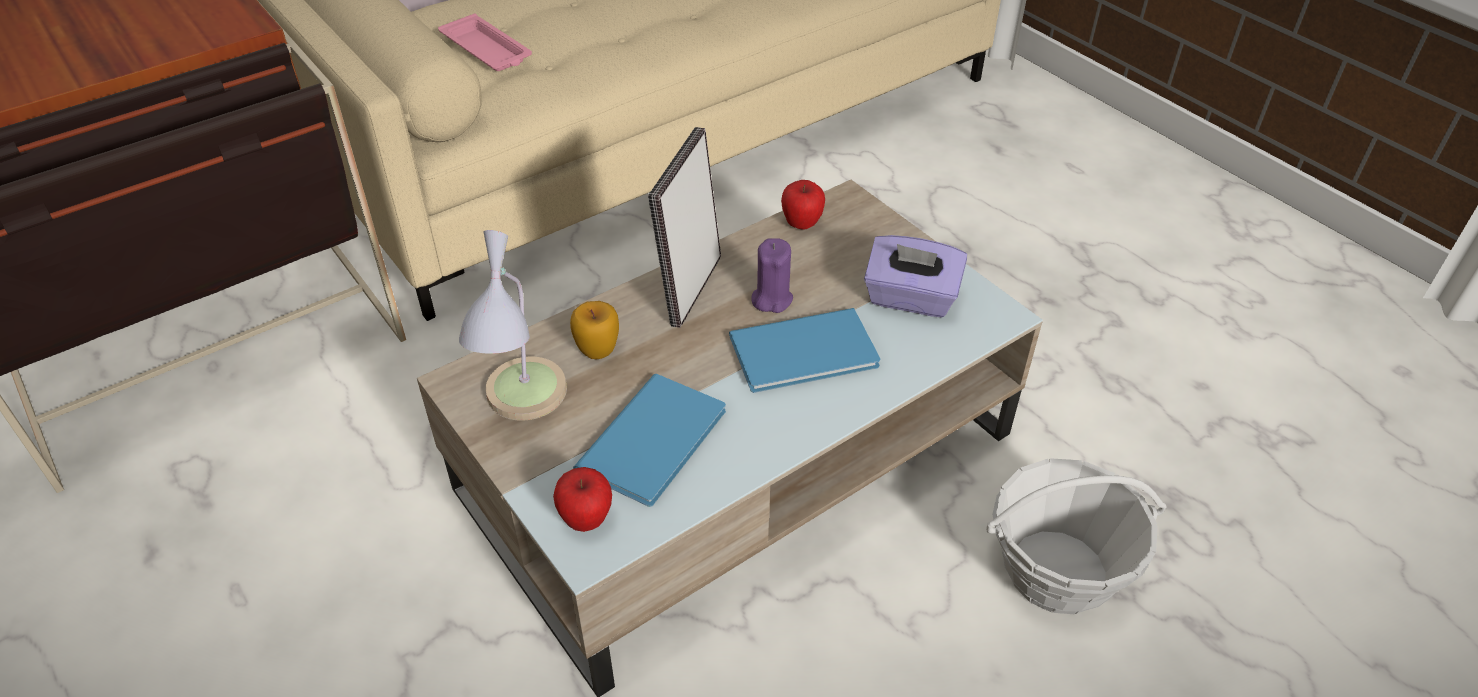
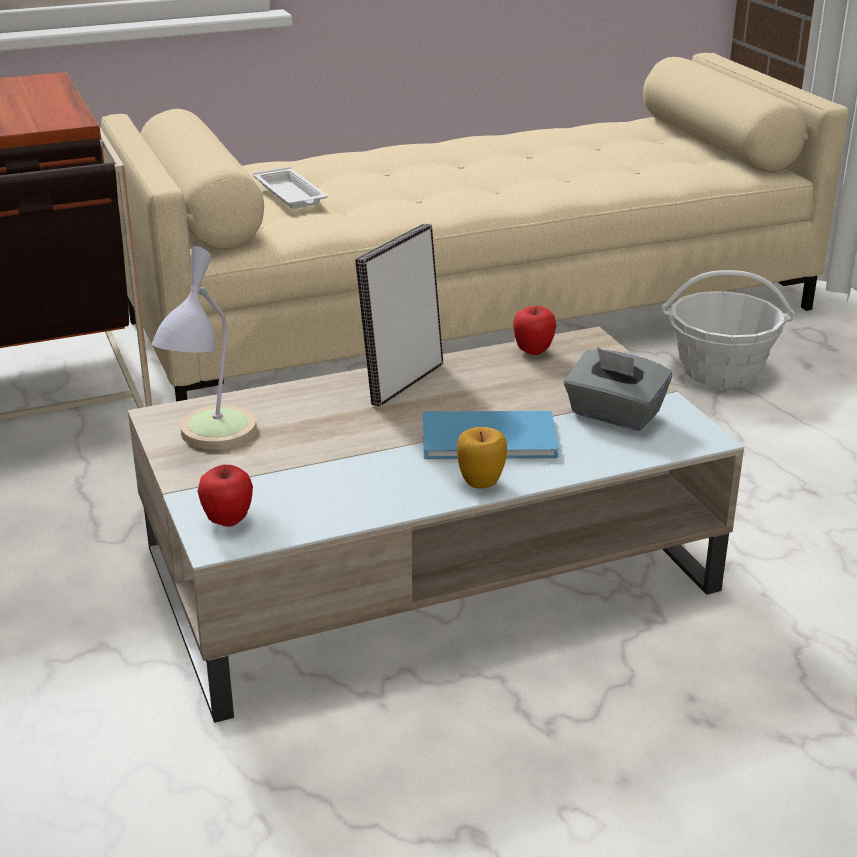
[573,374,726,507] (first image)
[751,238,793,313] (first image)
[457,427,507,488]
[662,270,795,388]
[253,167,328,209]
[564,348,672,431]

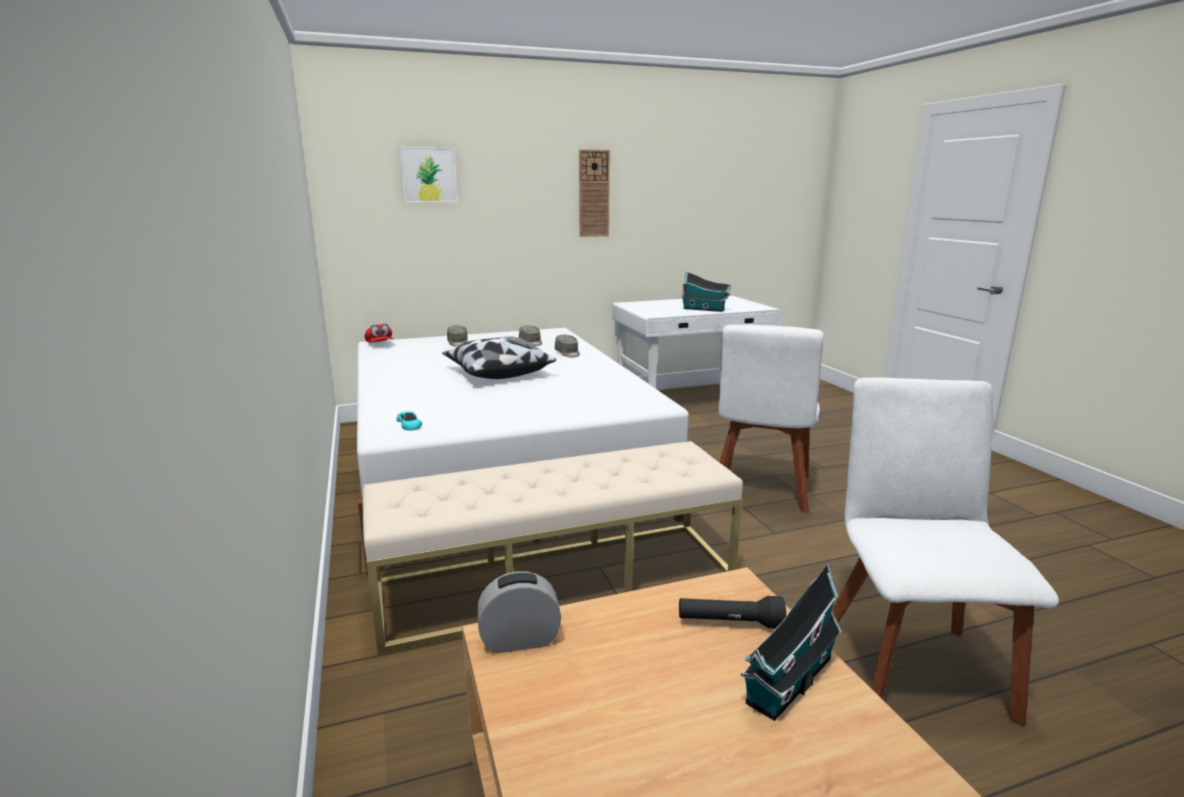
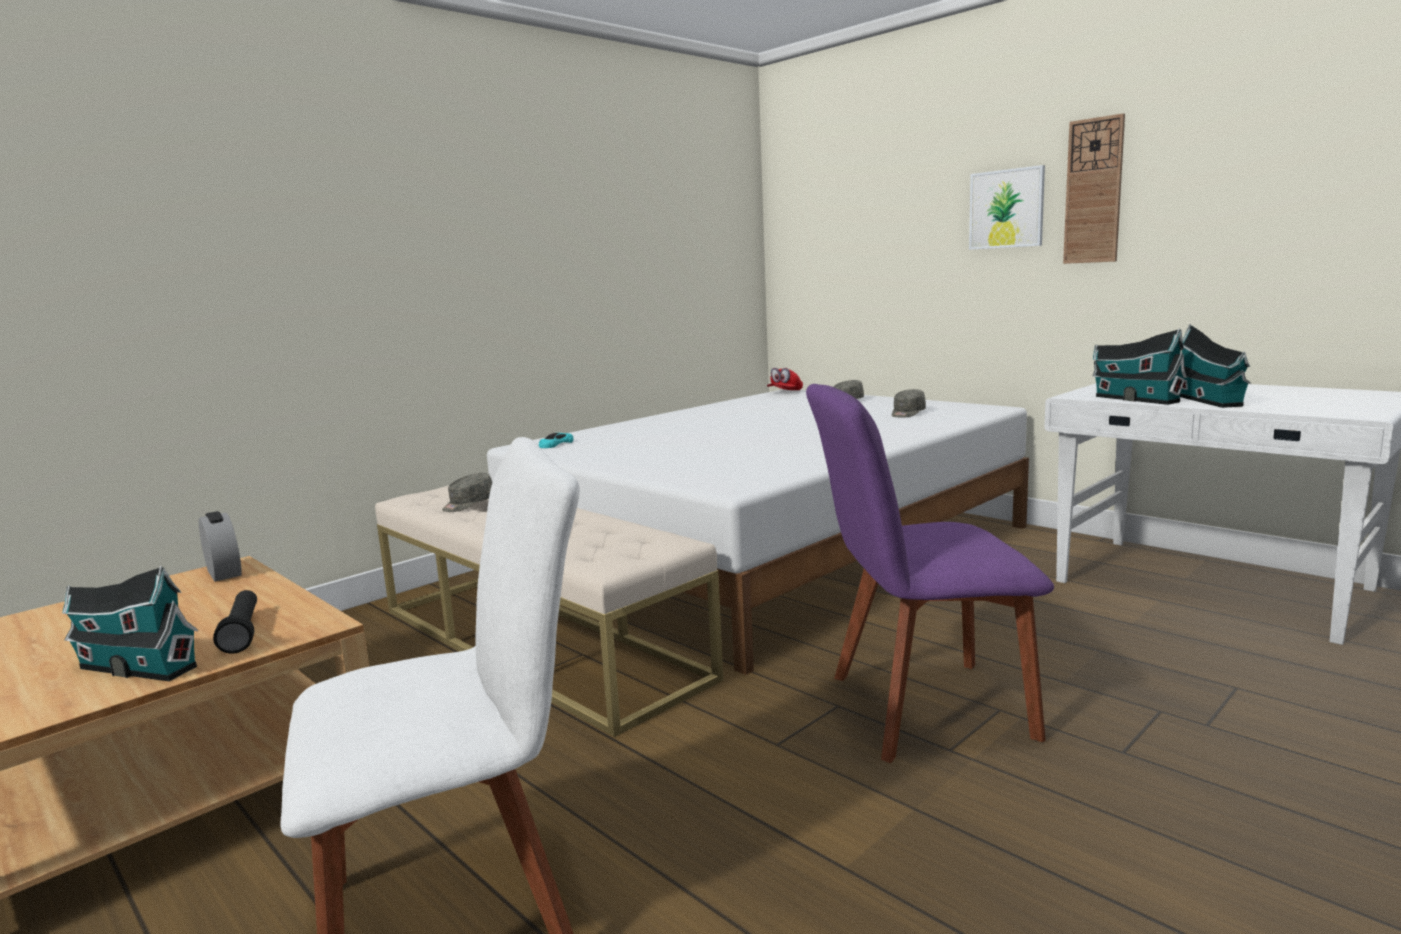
[442,336,556,379] (first image)
[1093,328,1187,405]
[969,165,1045,250]
[442,473,492,512]
[806,384,1054,763]

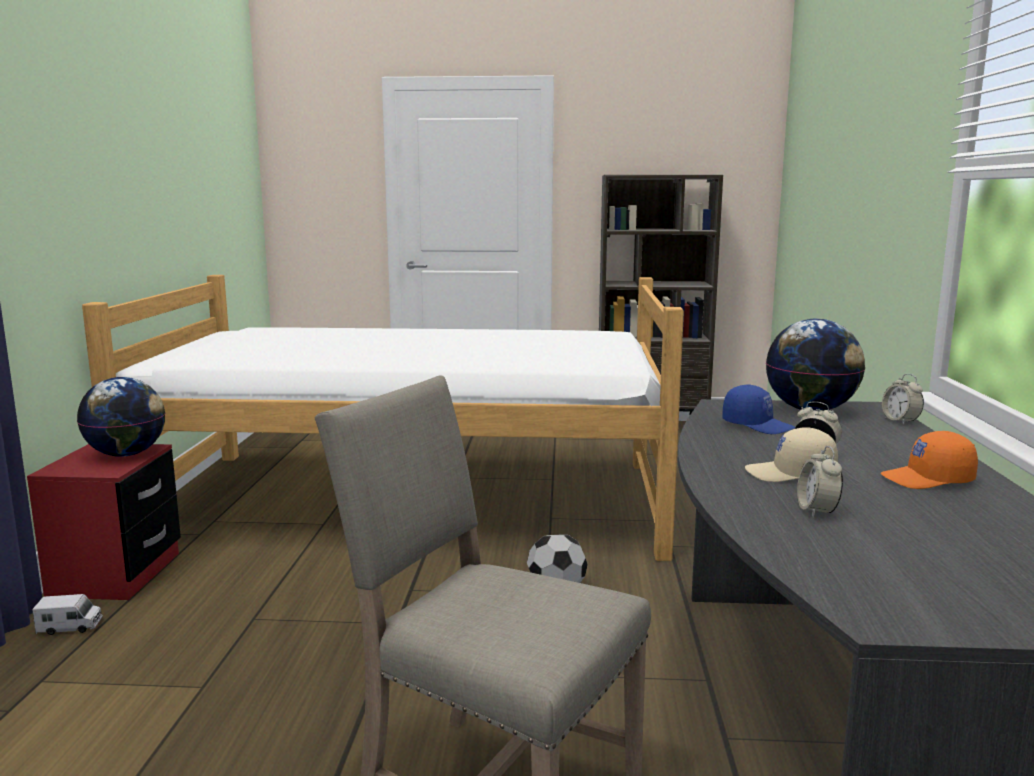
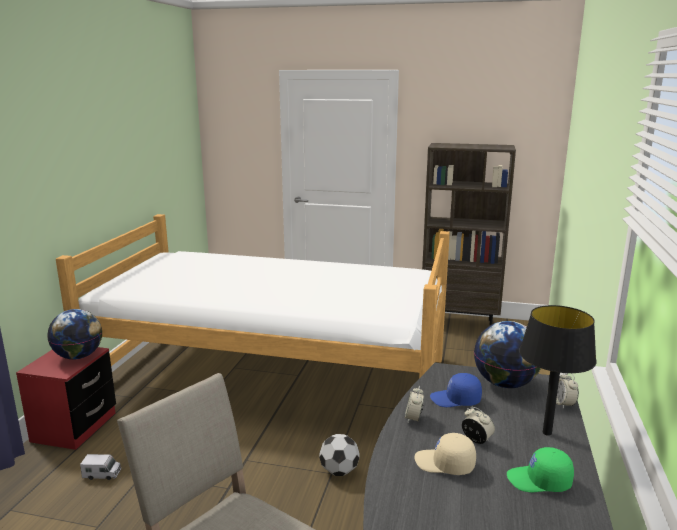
[519,305,597,436]
[80,454,121,480]
[405,385,424,423]
[507,447,574,492]
[430,373,482,407]

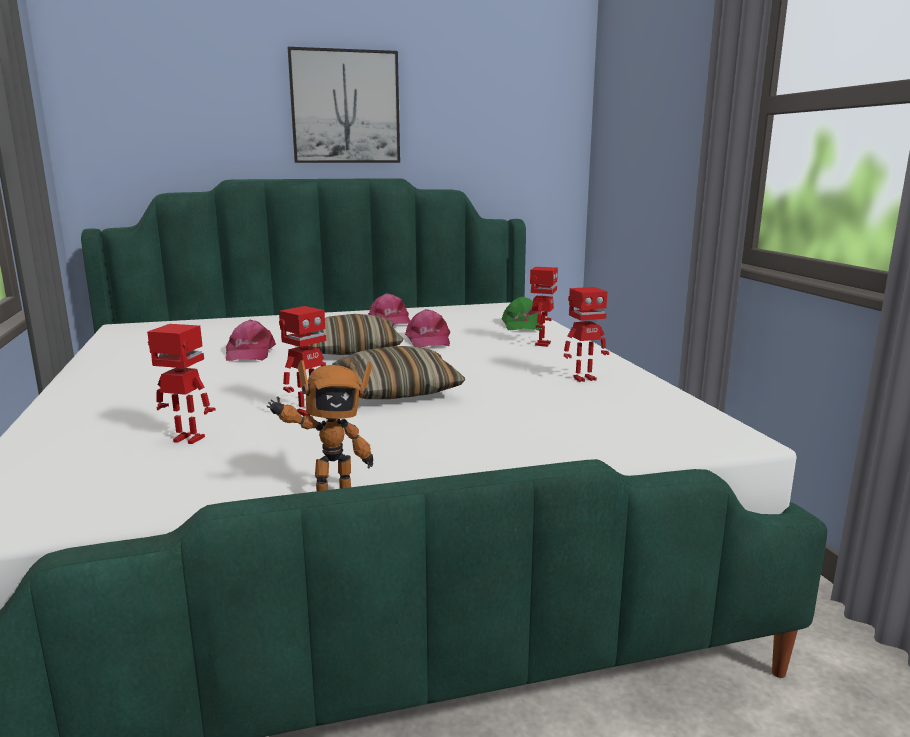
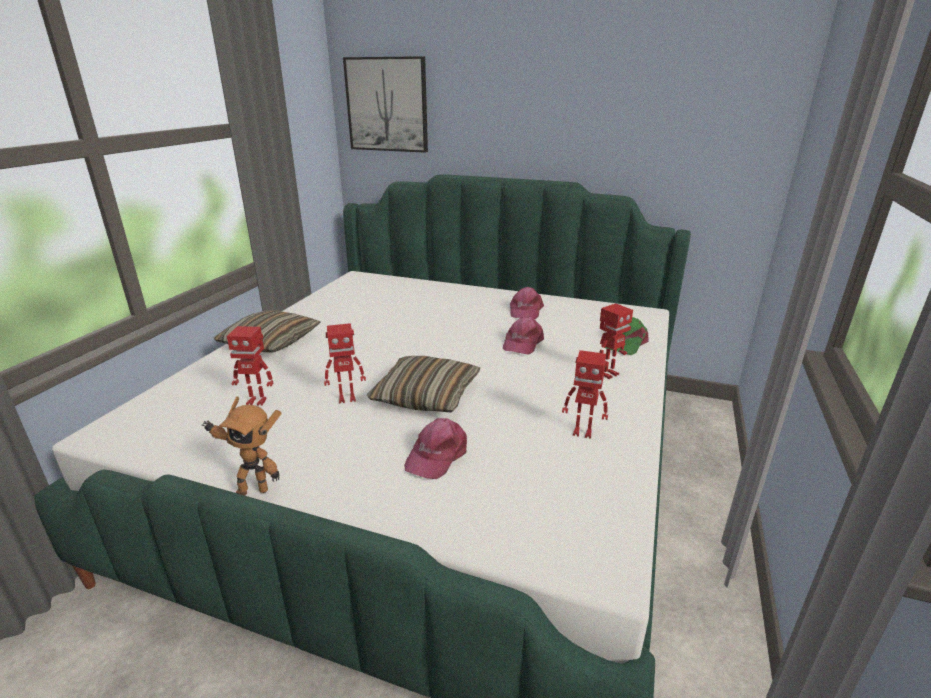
[404,418,467,479]
[343,56,428,153]
[213,310,321,352]
[227,326,274,406]

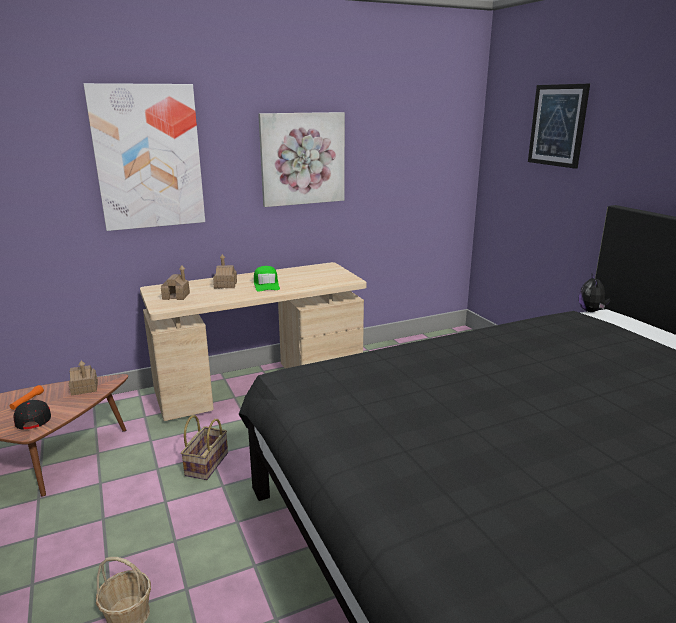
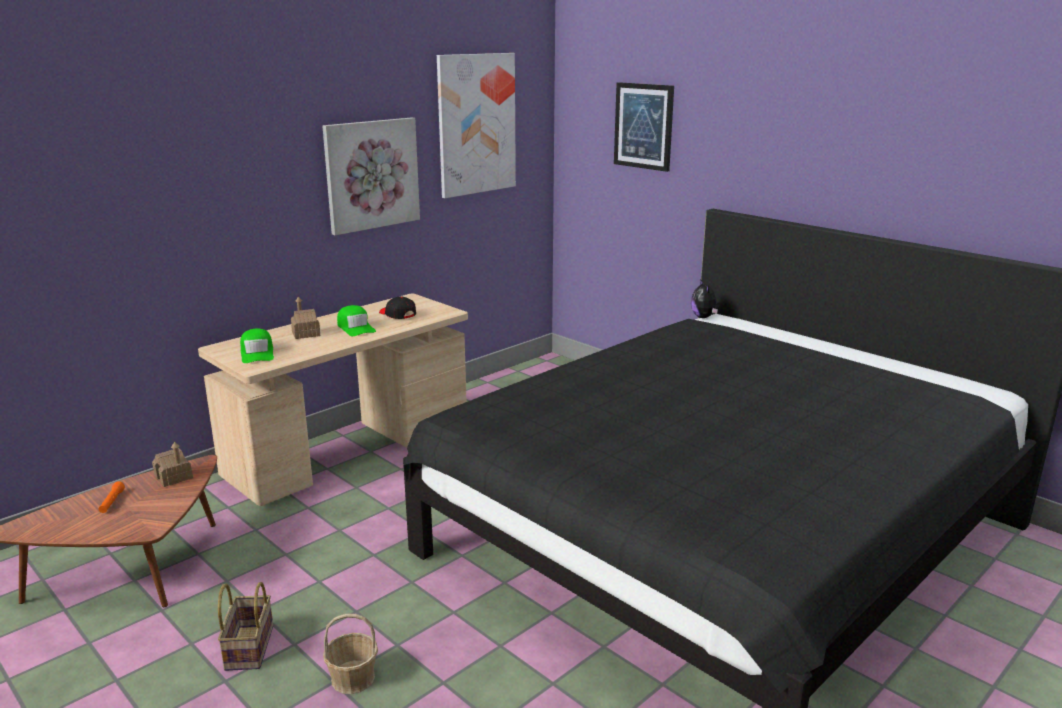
[379,297,416,319]
[437,53,516,198]
[218,582,273,671]
[240,328,274,363]

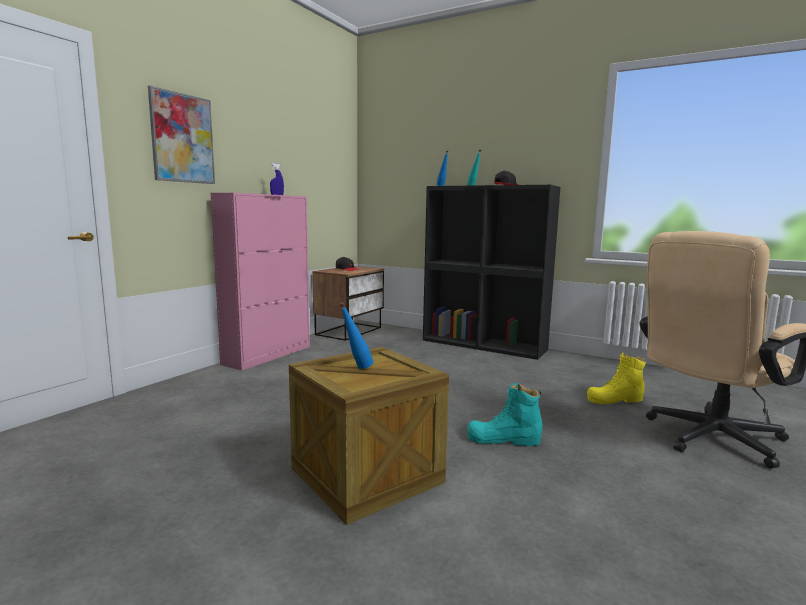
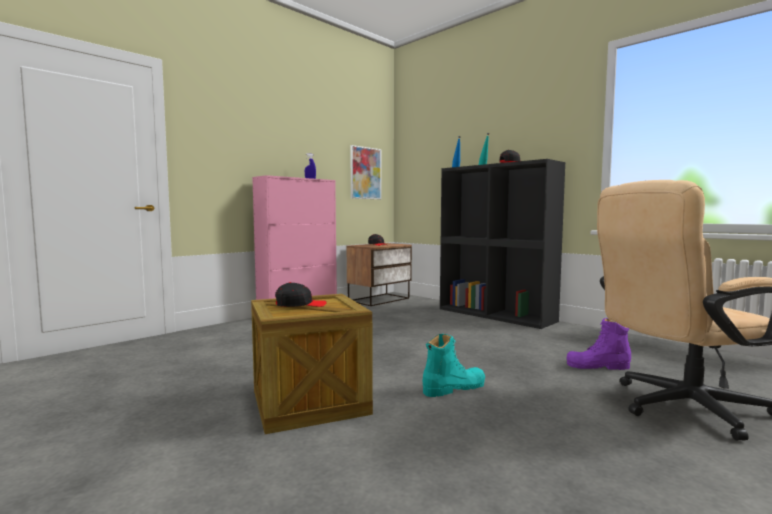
[350,145,382,199]
[275,282,327,307]
[566,318,631,370]
[422,334,485,397]

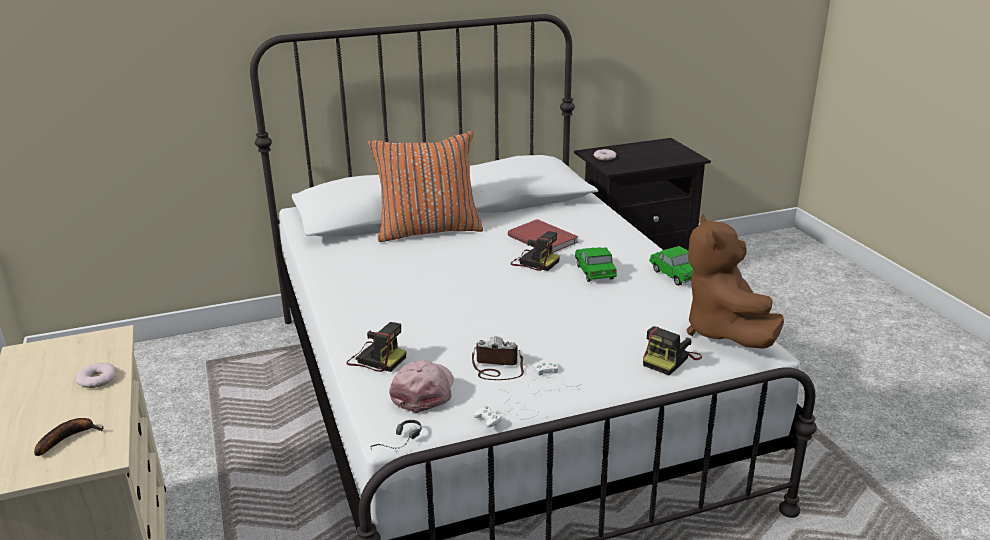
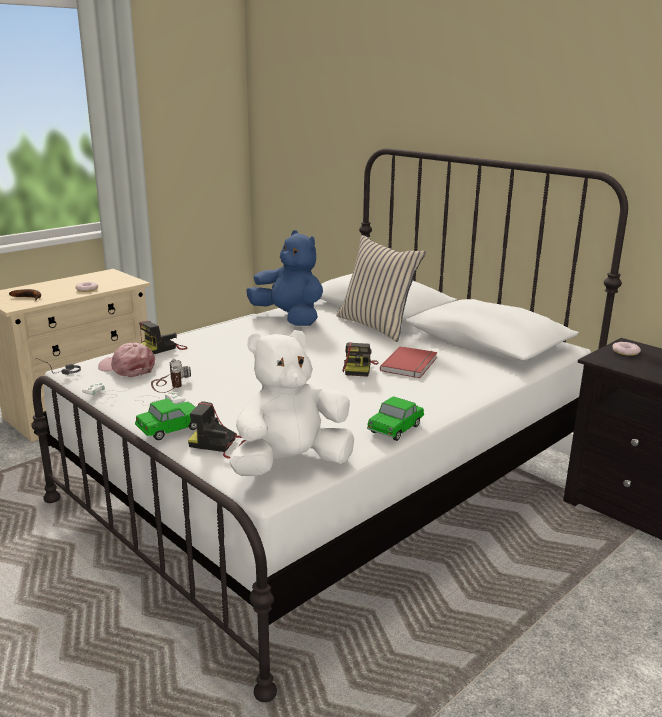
[246,230,323,326]
[135,398,197,440]
[336,235,426,342]
[229,330,354,476]
[139,321,187,354]
[98,343,155,377]

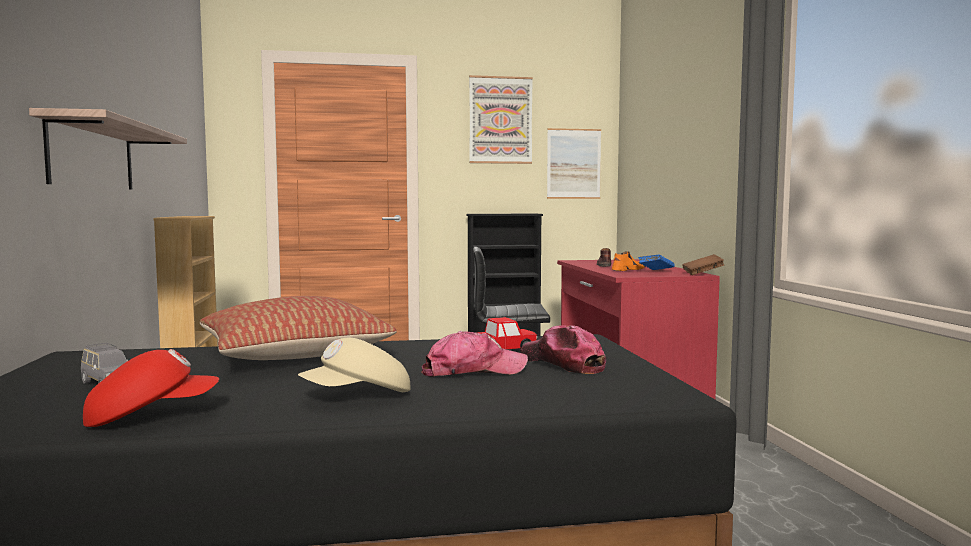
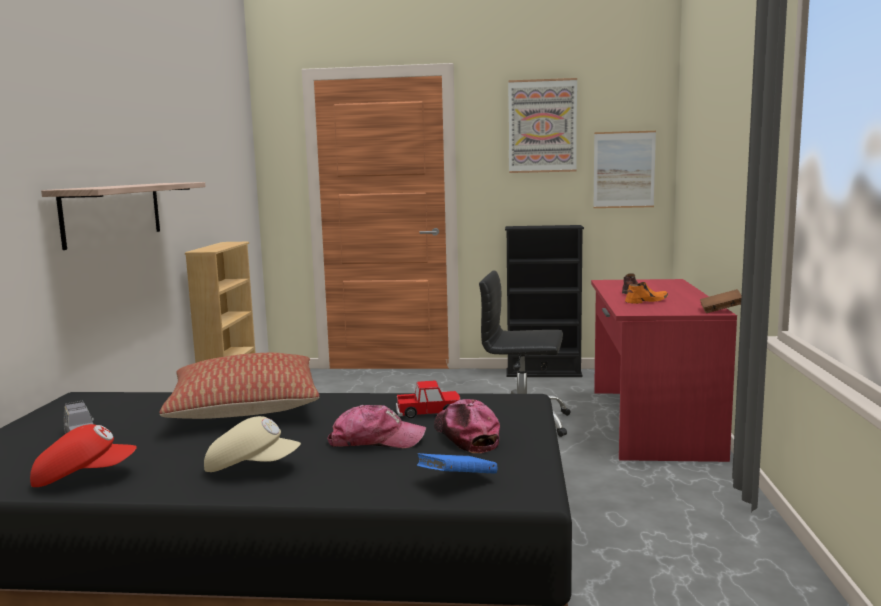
[417,453,497,474]
[204,416,301,472]

